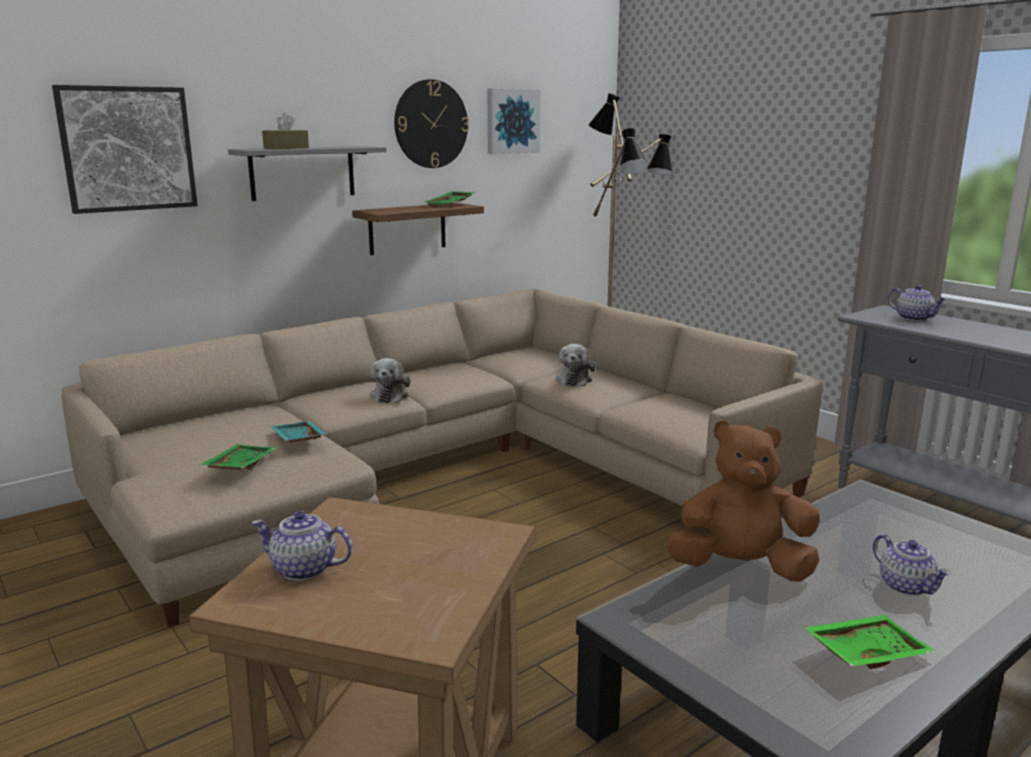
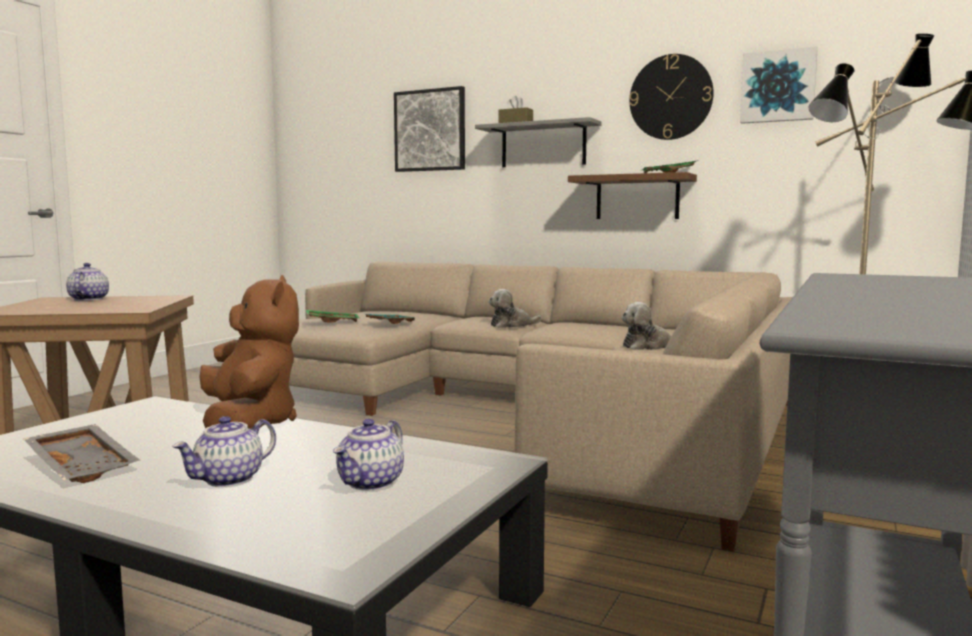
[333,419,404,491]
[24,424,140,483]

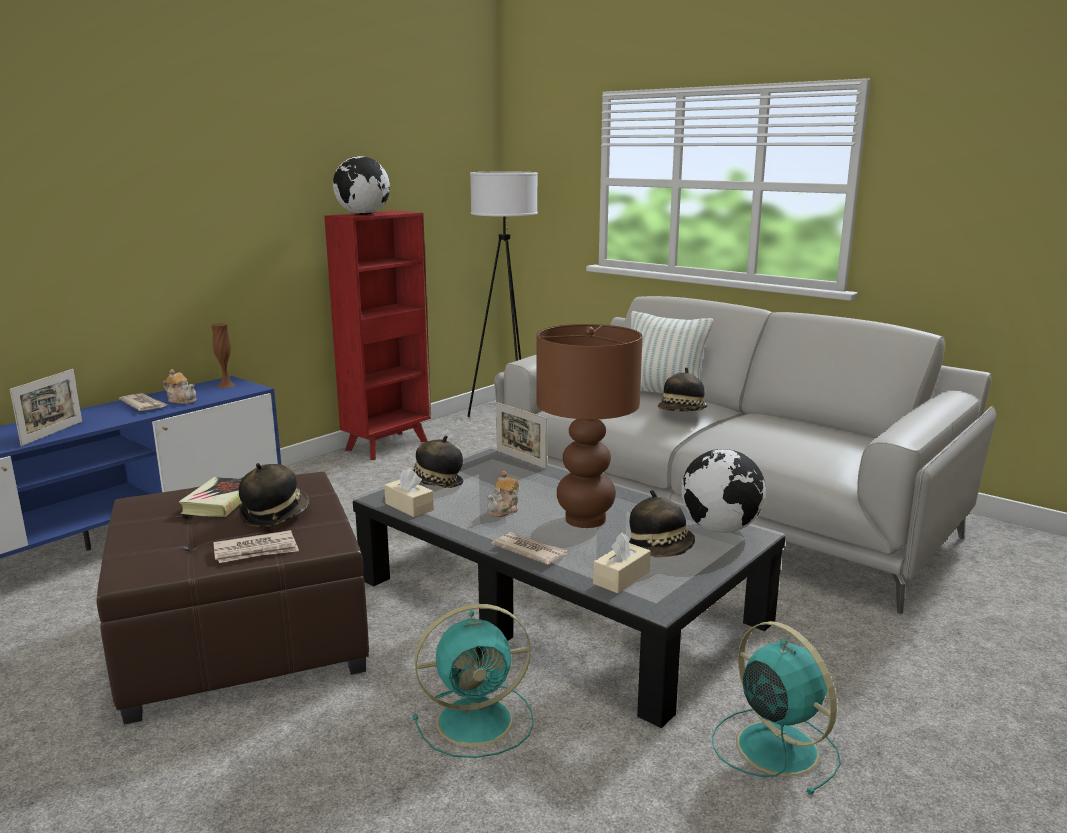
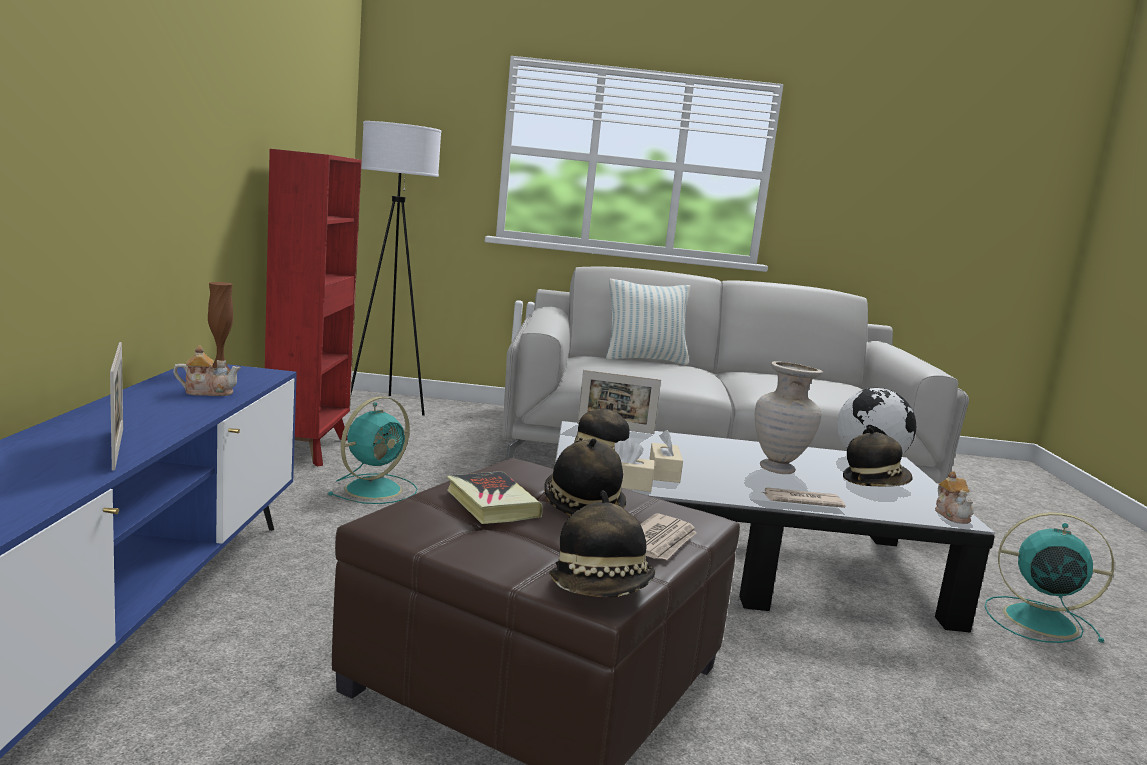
[119,393,168,411] (first image)
[333,156,390,215] (first image)
[328,396,418,504]
[935,471,974,524]
[649,430,683,483]
[549,490,655,597]
[755,361,823,474]

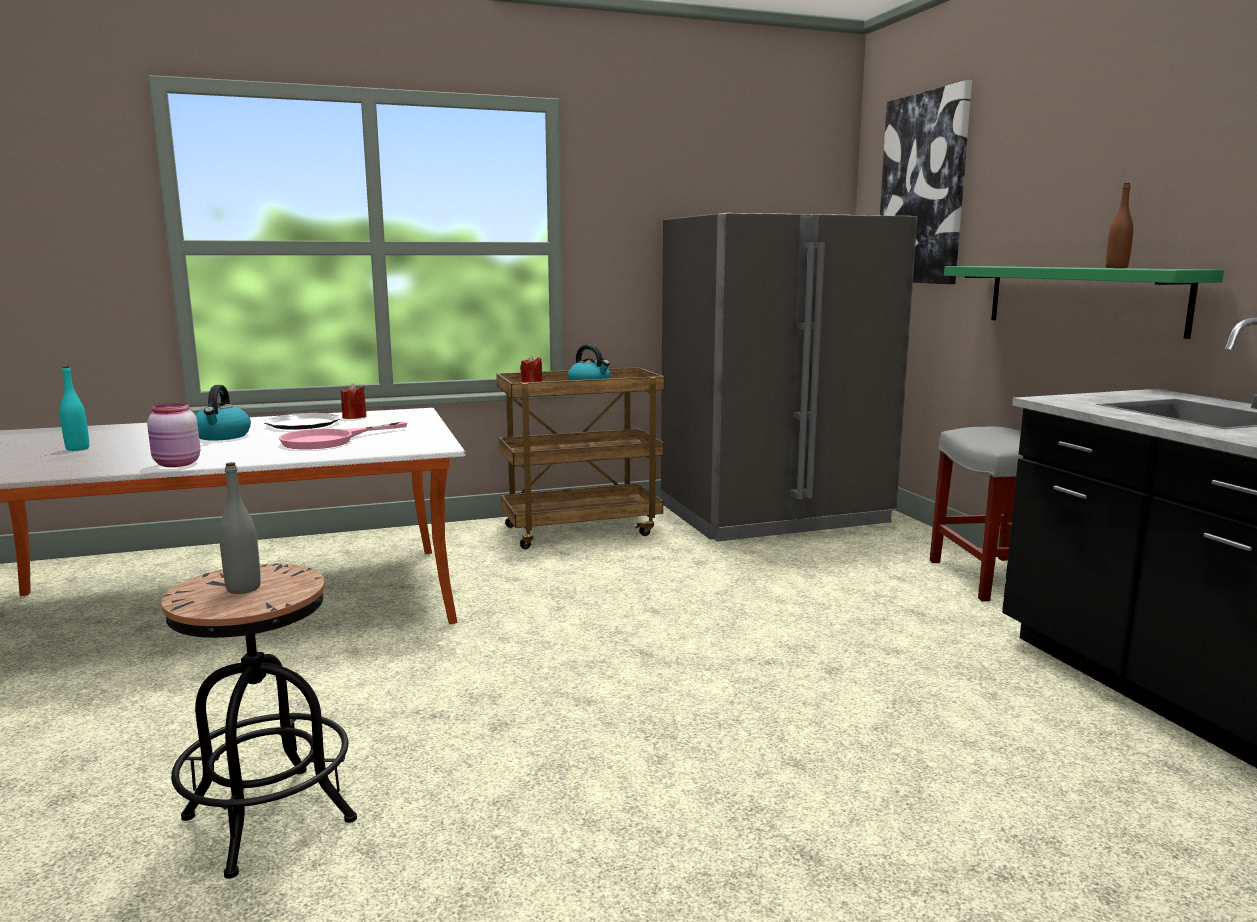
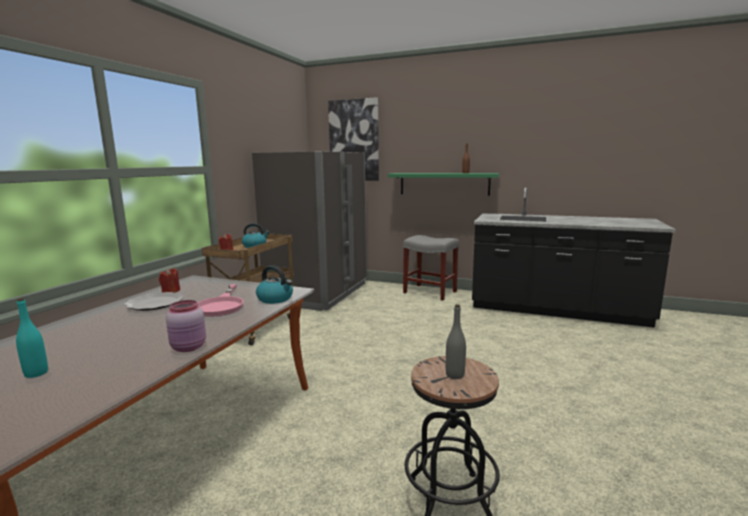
[256,265,293,304]

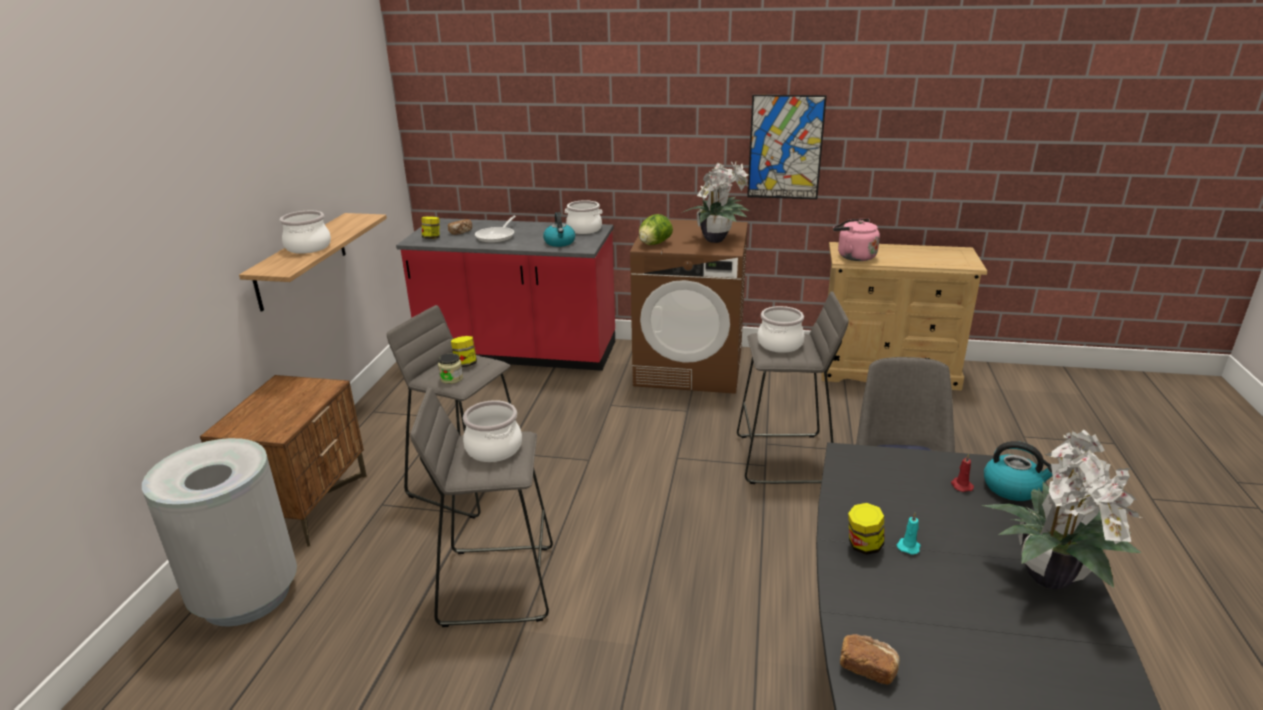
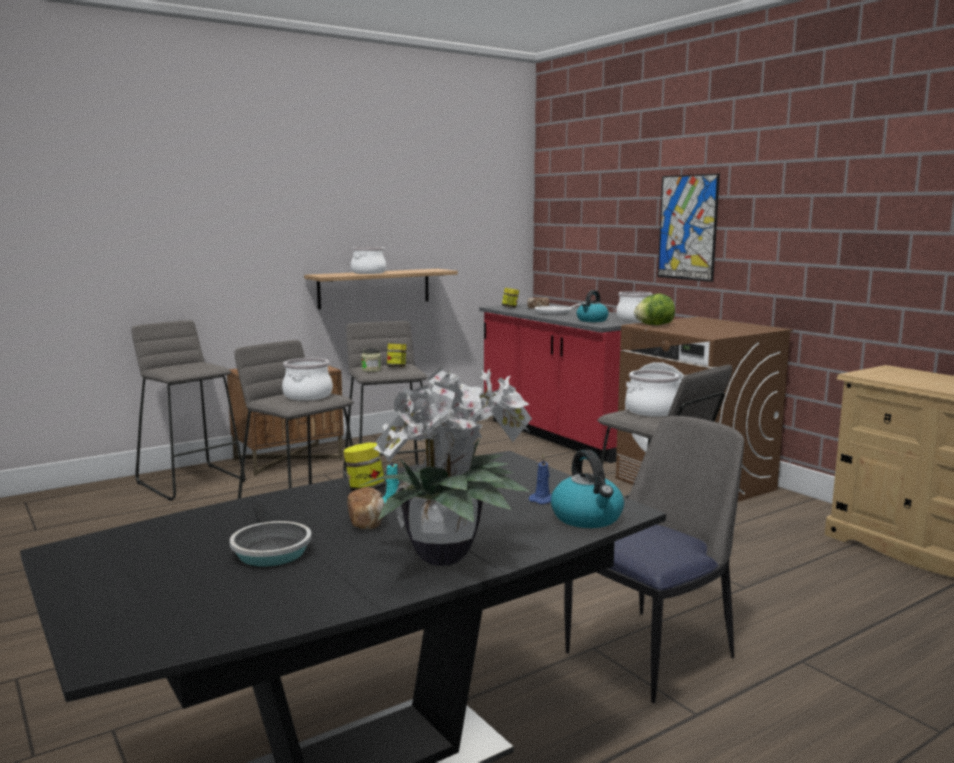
[681,160,750,243] (first image)
[833,219,880,261] (first image)
[230,503,312,567]
[658,174,720,282]
[347,487,385,529]
[132,320,245,501]
[529,454,552,504]

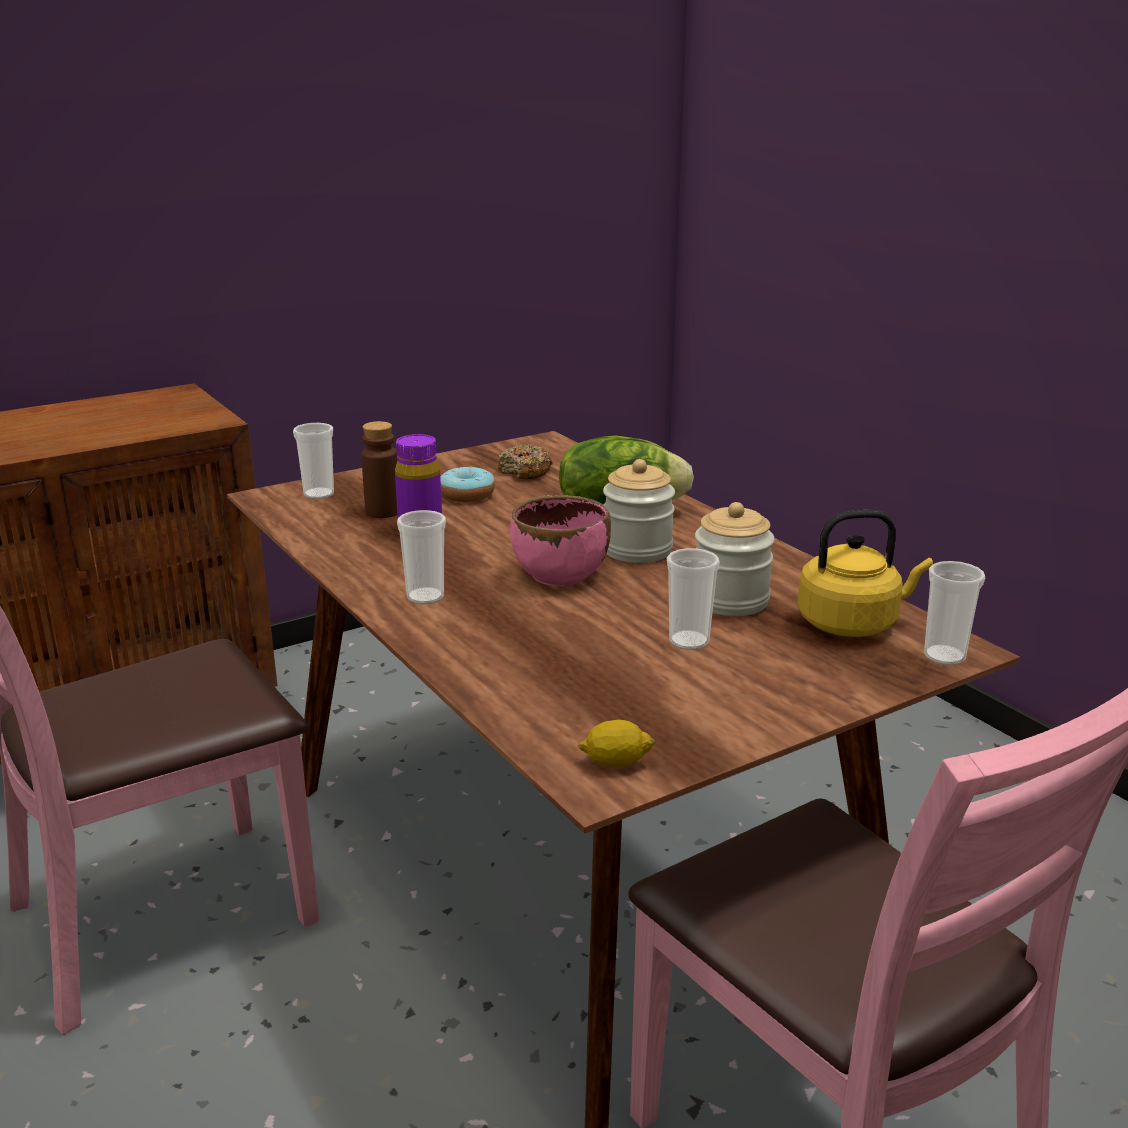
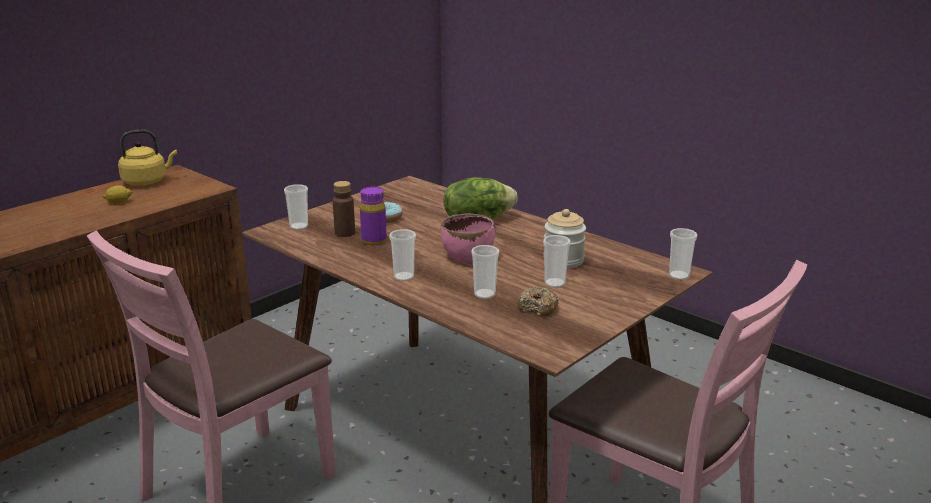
[603,459,675,563] (first image)
[471,245,499,299]
[518,287,559,317]
[103,185,132,203]
[118,130,177,185]

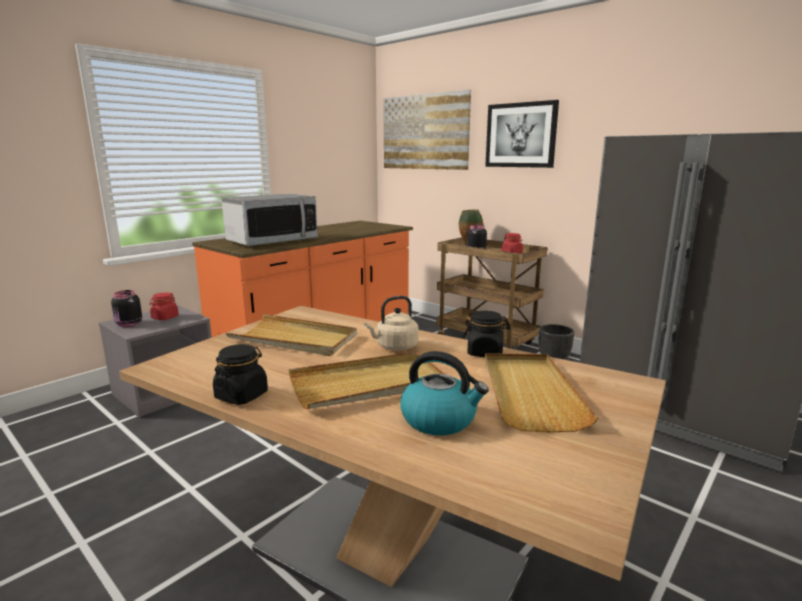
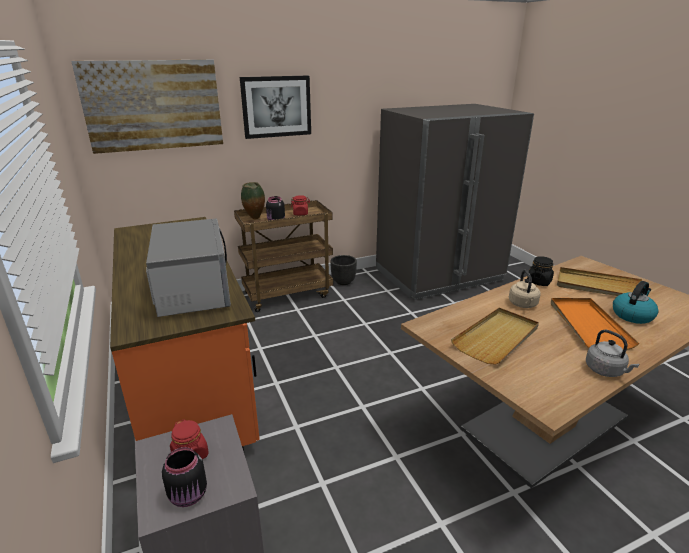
[586,329,639,377]
[551,298,639,350]

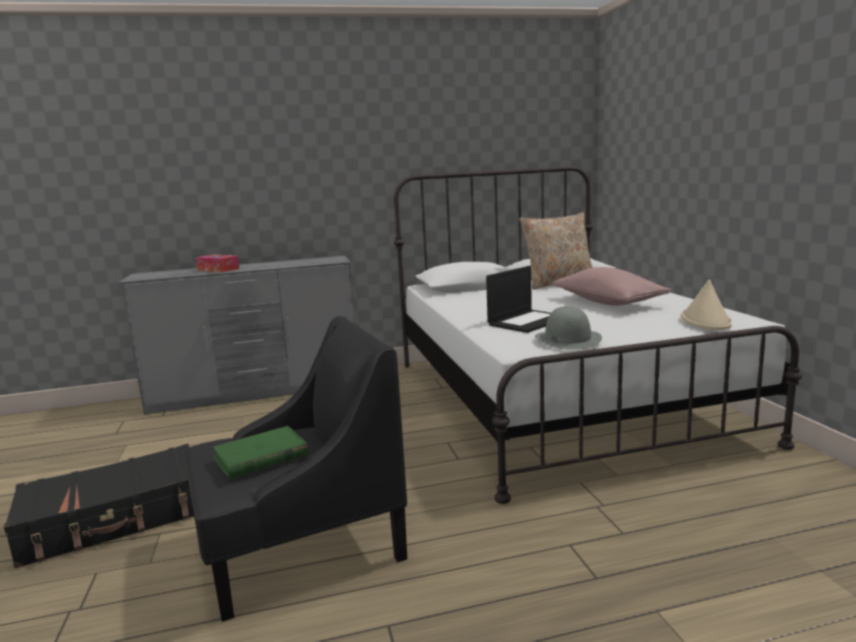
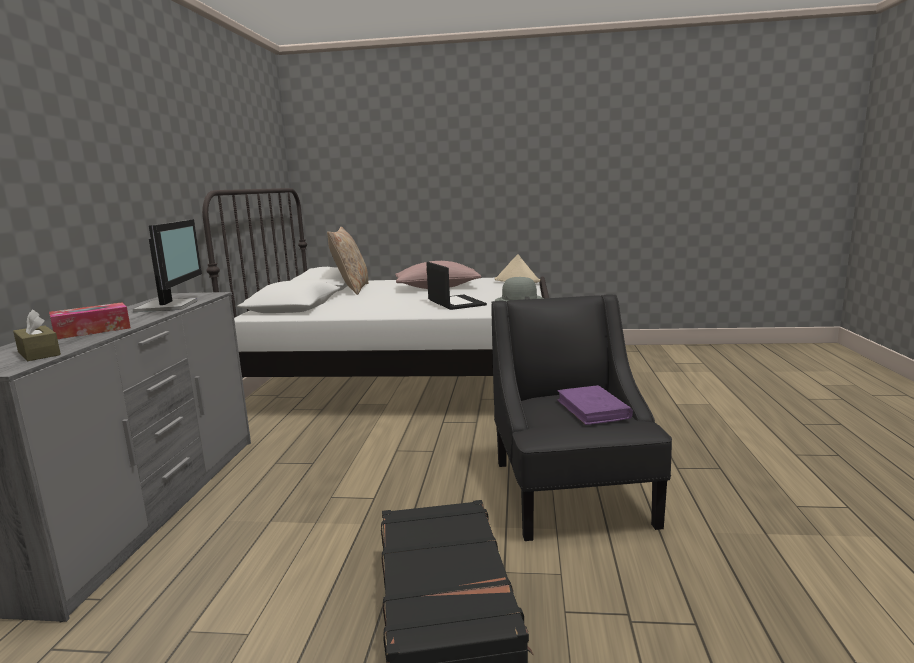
[13,310,61,361]
[133,219,202,312]
[557,385,633,425]

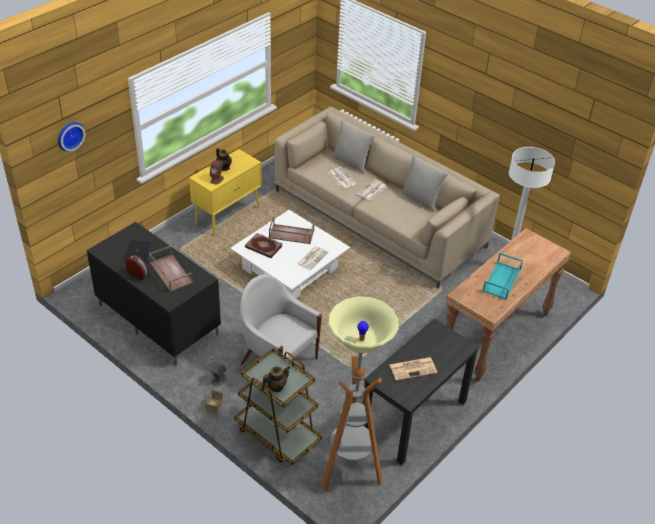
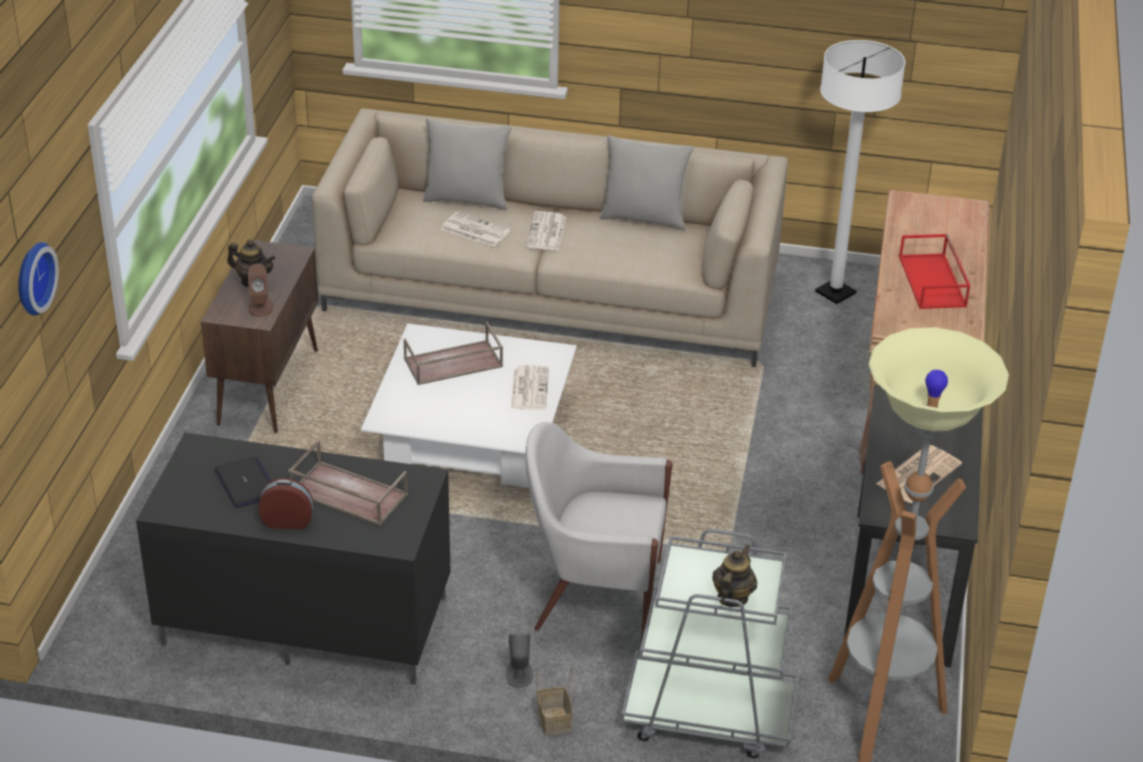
[245,233,283,258] (first image)
[201,240,319,433]
[621,529,799,758]
[899,234,970,309]

